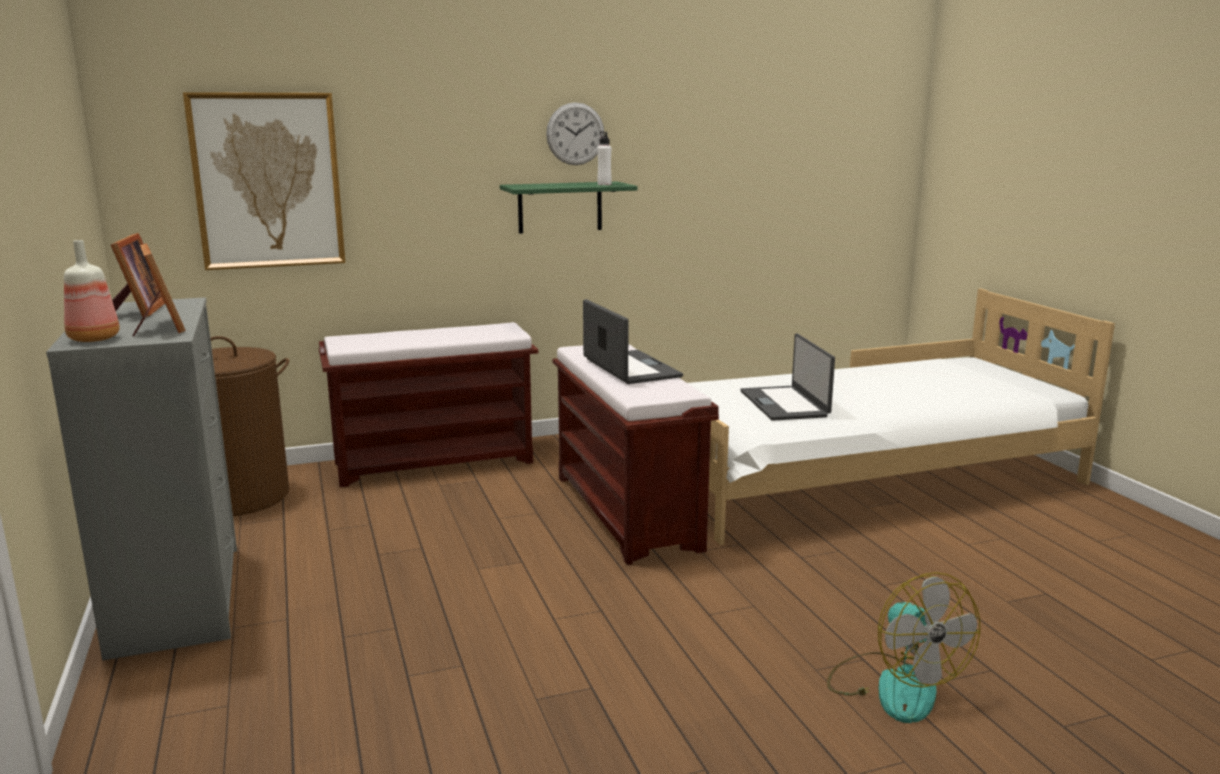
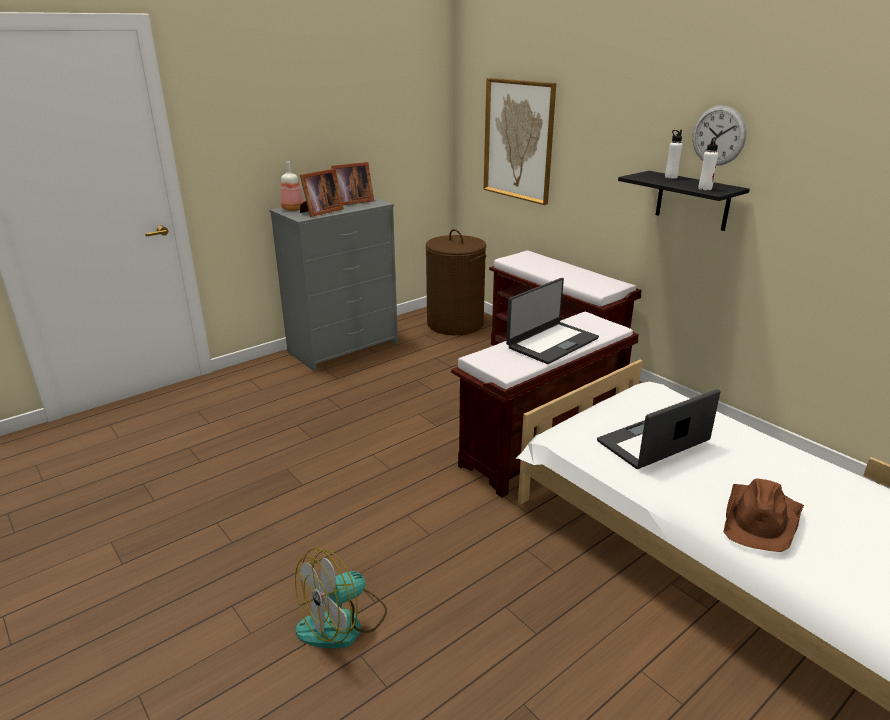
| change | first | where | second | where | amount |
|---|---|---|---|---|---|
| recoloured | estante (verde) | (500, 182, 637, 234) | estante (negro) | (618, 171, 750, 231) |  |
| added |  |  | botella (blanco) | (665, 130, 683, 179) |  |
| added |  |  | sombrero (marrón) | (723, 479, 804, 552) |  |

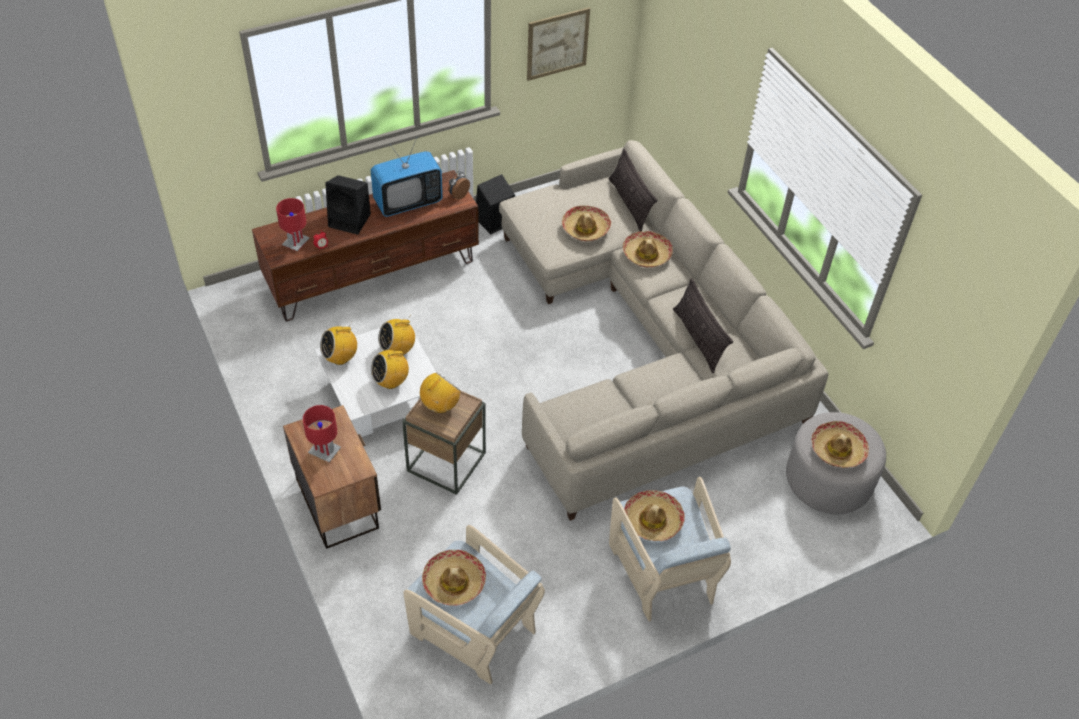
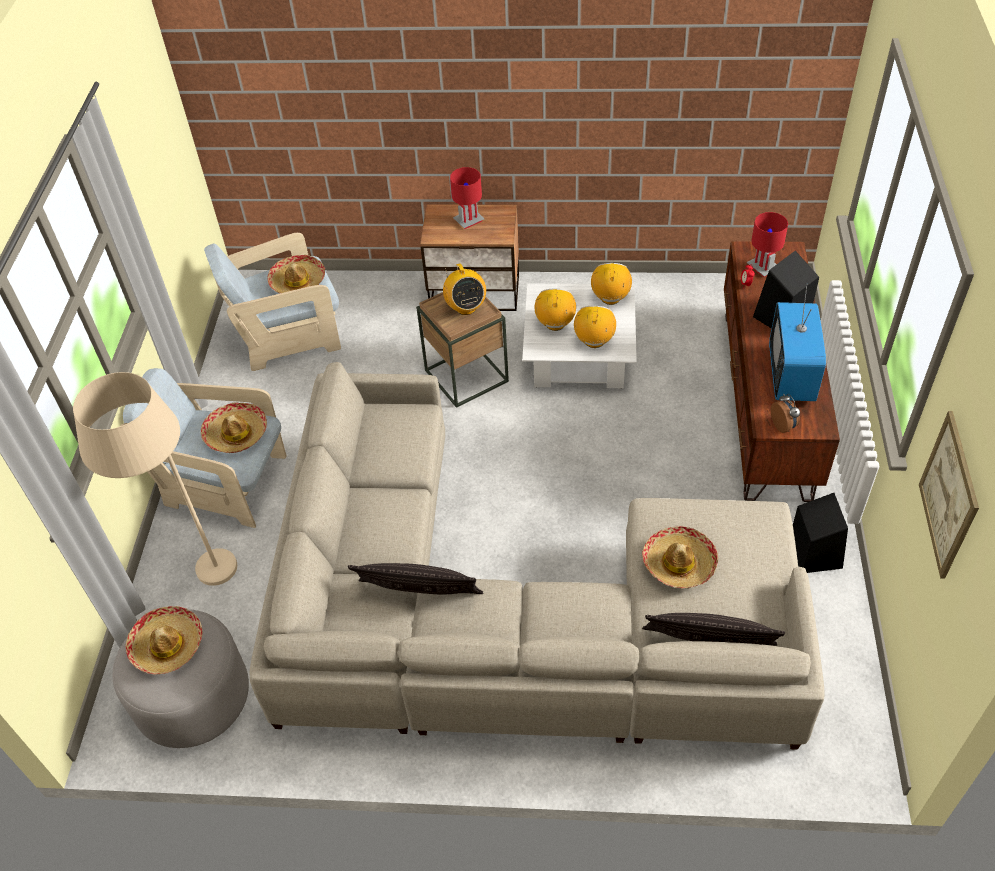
| change | first | where | second | where | amount |
|---|---|---|---|---|---|
| removed | sombrero | (623, 231, 673, 267) |  |  |  |
| added |  |  | lámpara de pie (beis) | (73, 372, 237, 586) |  |

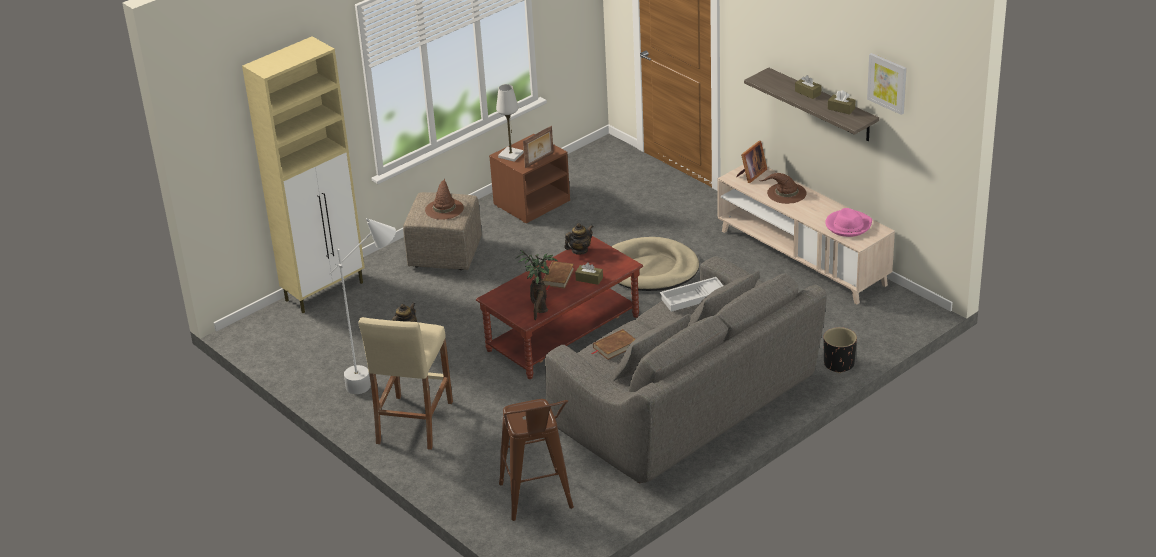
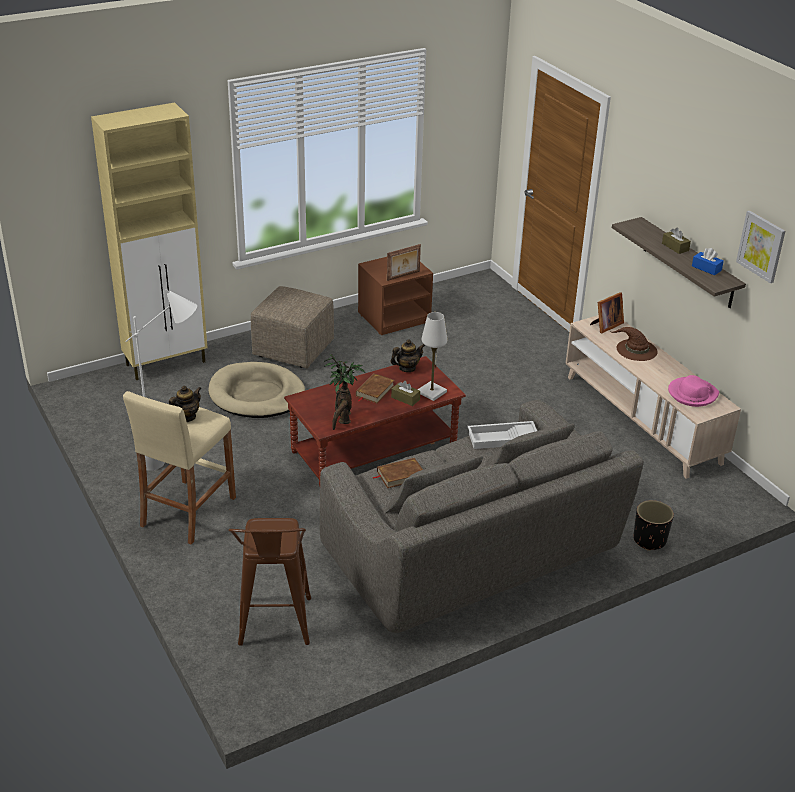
| change | first | where | second | where | amount |
|---|---|---|---|---|---|
| removed | sombrero (marrón) | (425, 178, 464, 220) |  |  |  |
| moved | lámpara de mesa (blanco) | (496, 84, 524, 162) |  | (417, 312, 447, 401) |  |
| moved | cama para perro (beis) | (612, 237, 699, 291) |  | (208, 362, 305, 418) |  |
| recoloured | caja de pañuelos (marrón) | (828, 90, 856, 114) | caja de pañuelos (azul) | (692, 248, 724, 275) |  |

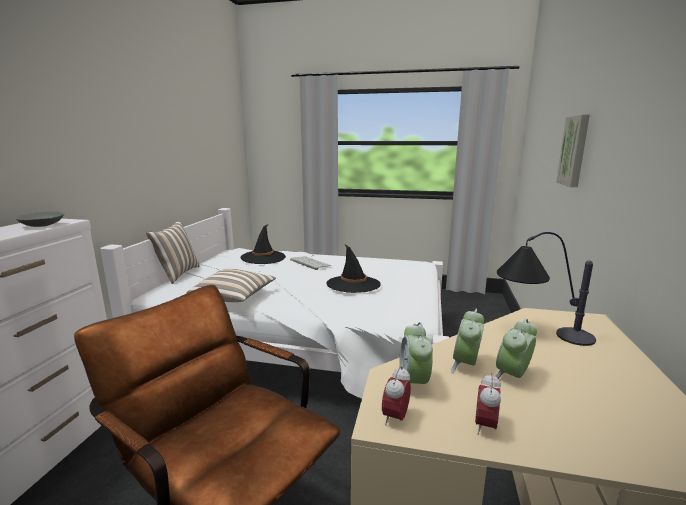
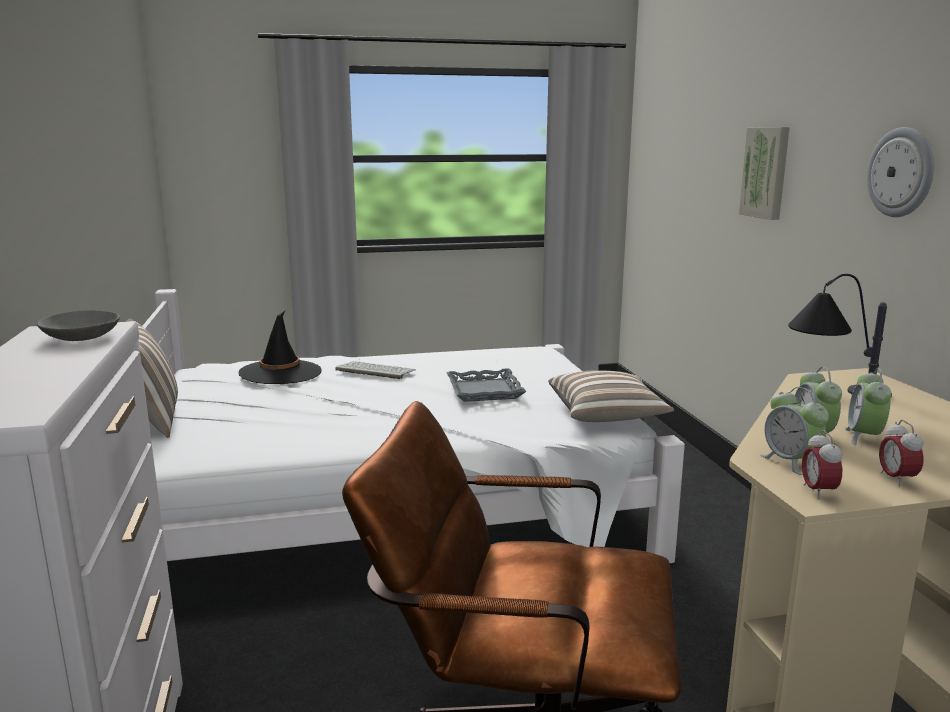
| change | first | where | second | where | amount |
|---|---|---|---|---|---|
| moved | cojín | (186, 269, 276, 302) |  | (548, 370, 674, 422) |  |
| replaced | sombrero (negro) | (326, 244, 381, 293) | bandeja (gris) | (447, 368, 526, 402) |  |
| added |  |  | reloj de pared | (867, 127, 934, 217) |  |

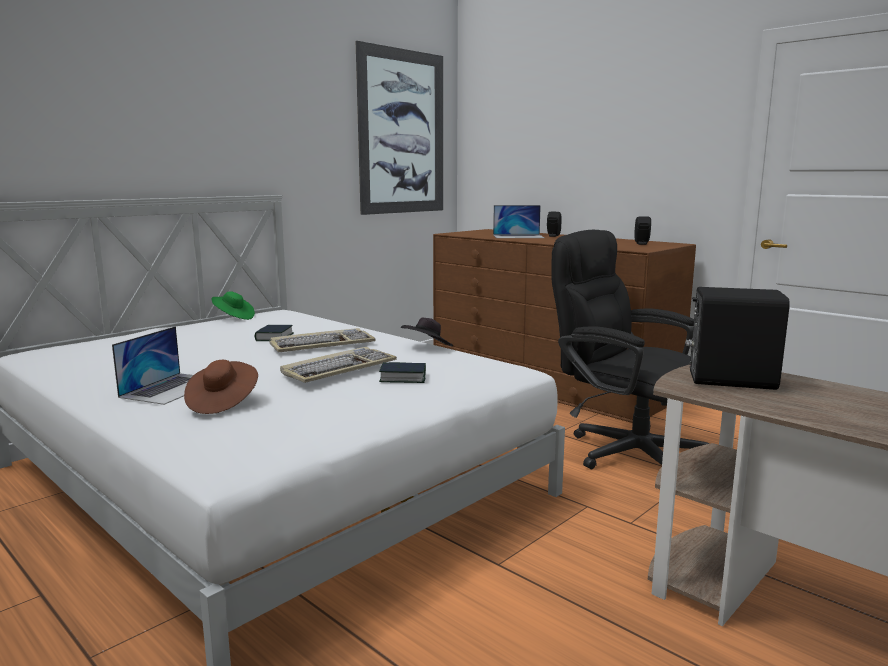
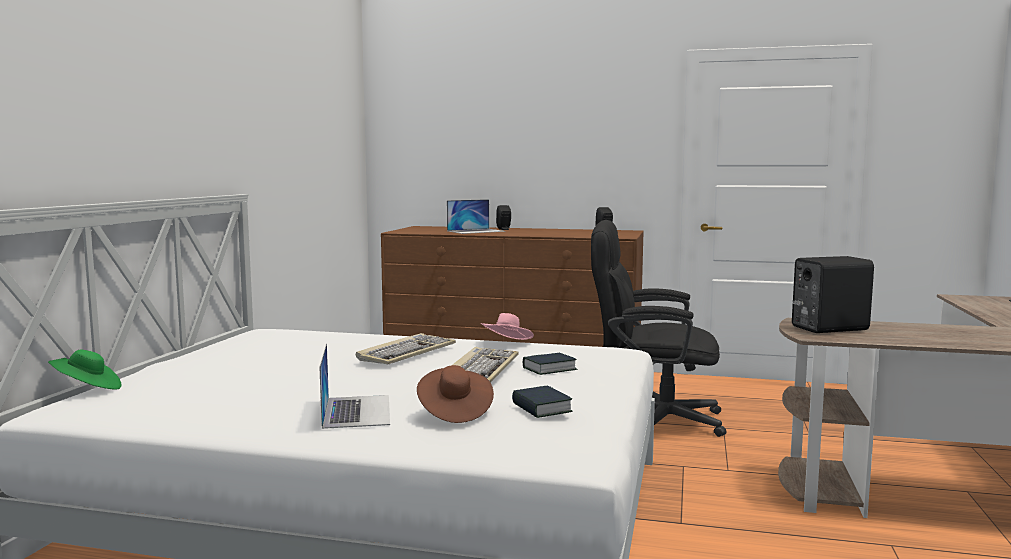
| change | first | where | second | where | amount |
|---|---|---|---|---|---|
| moved | sombrero (verde) | (212, 291, 255, 320) |  | (48, 350, 121, 390) |  |
| moved | libro | (255, 325, 294, 341) |  | (512, 386, 573, 418) |  |
| removed | cuadro | (356, 41, 443, 215) |  |  |  |
| recoloured | sombrero (negro) | (401, 317, 453, 346) | sombrero (rosa) | (481, 313, 534, 340) |  |

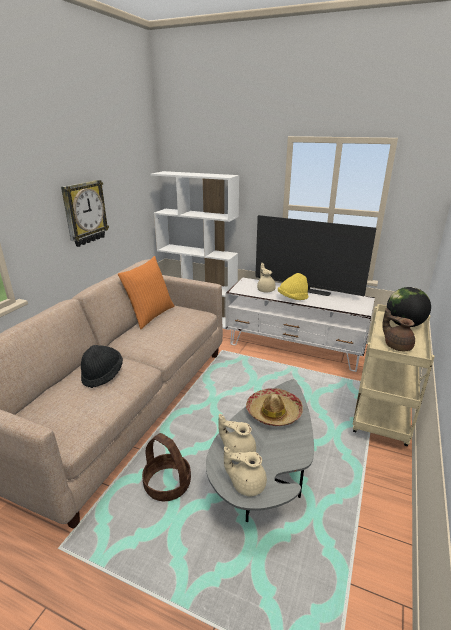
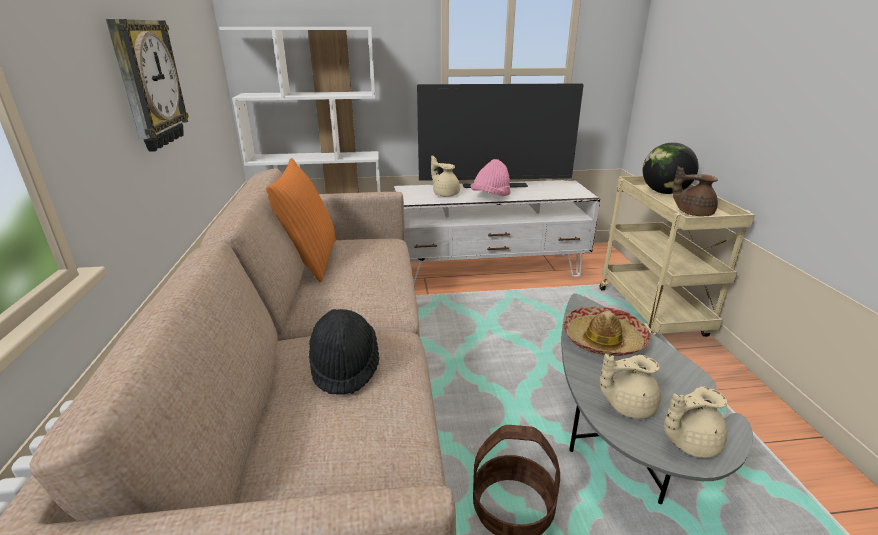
| change | first | where | second | where | amount |
|---|---|---|---|---|---|
| recoloured | sombrero (amarillo) | (278, 273, 308, 300) | sombrero (rosa) | (470, 159, 511, 196) |  |

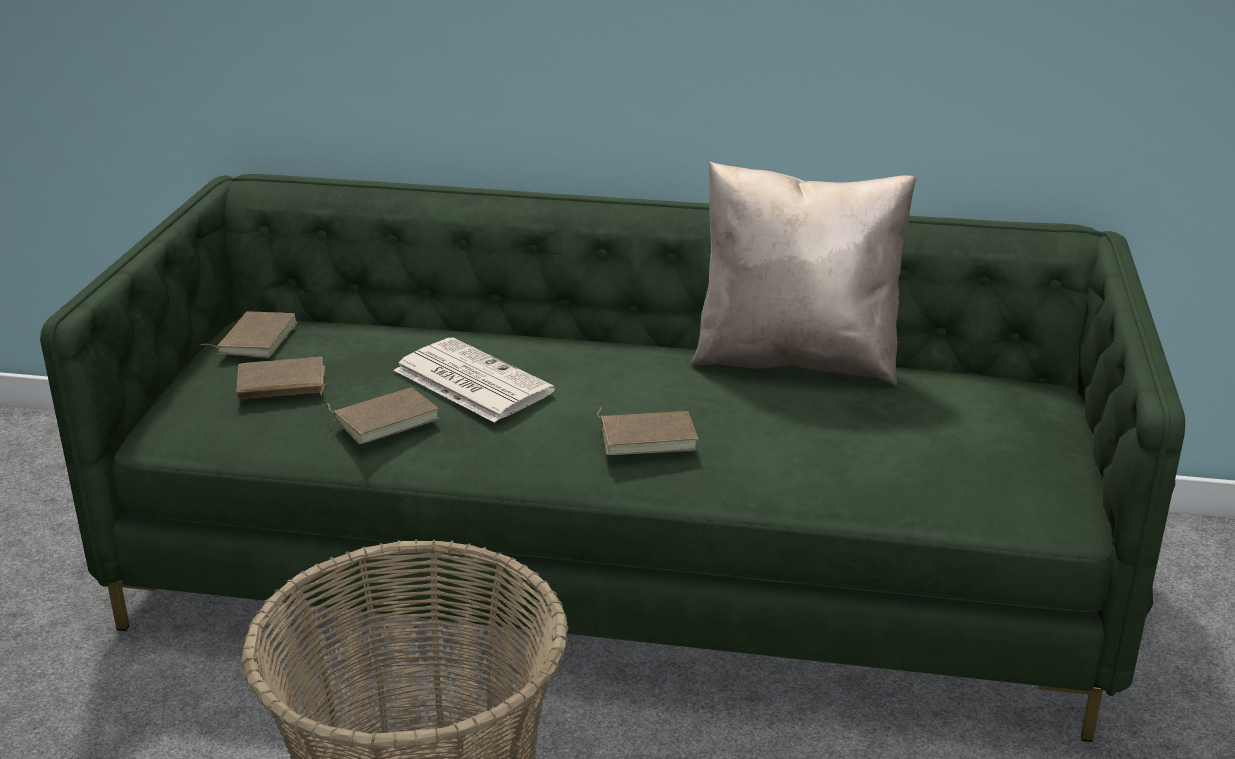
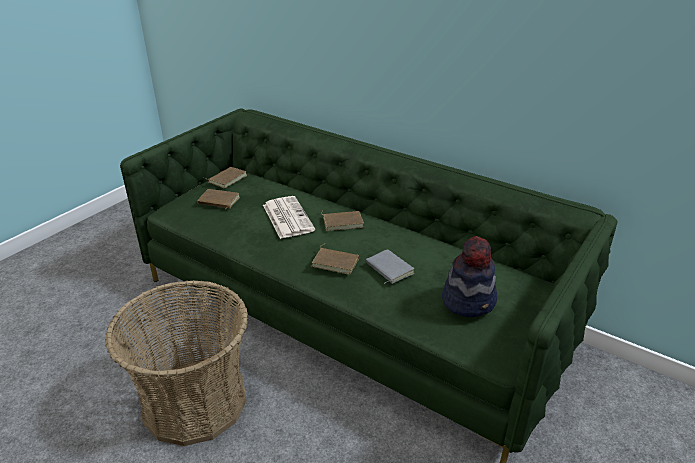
| change | first | where | second | where | amount |
|---|---|---|---|---|---|
| moved | libro (marrón) | (327, 387, 439, 444) |  | (321, 210, 364, 231) |  |
| removed | cojín (beis) | (690, 162, 916, 385) |  |  |  |
| added |  |  | libro (gris) | (366, 249, 414, 284) |  |
| added |  |  | sombrero | (442, 236, 497, 317) |  |

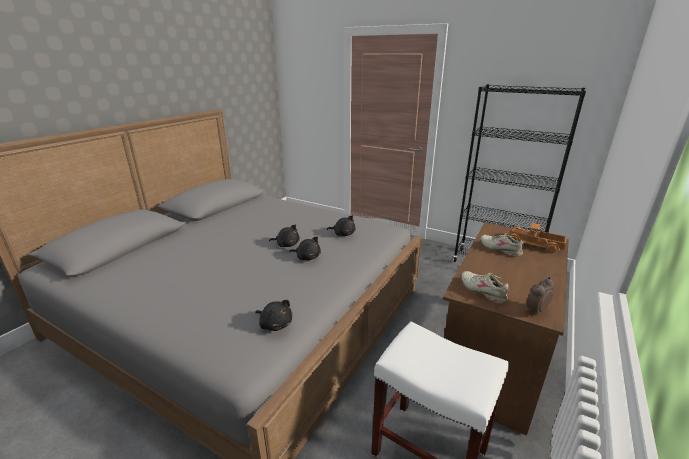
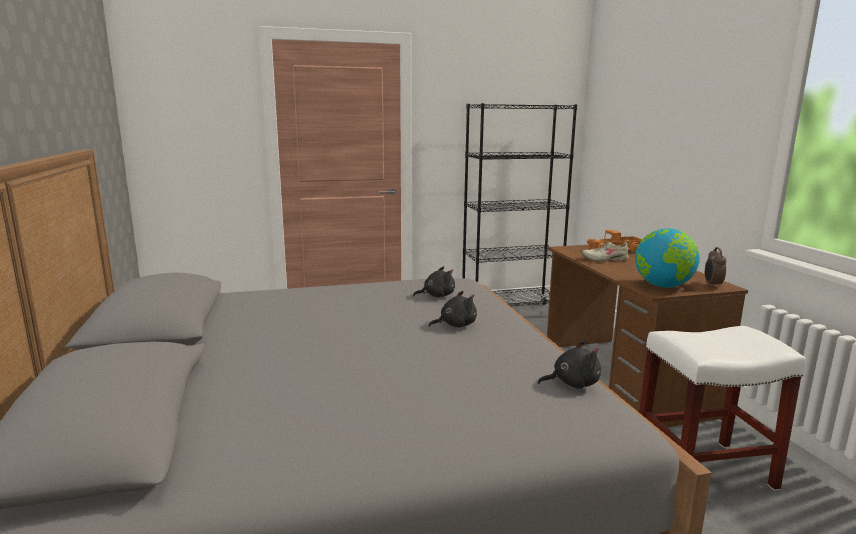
| change | first | where | second | where | amount |
|---|---|---|---|---|---|
| removed | peluche (negro) | (269, 224, 300, 247) |  |  |  |
| replaced | zapato (beis) | (461, 271, 508, 304) | globo terráqueo | (635, 228, 700, 288) |  |

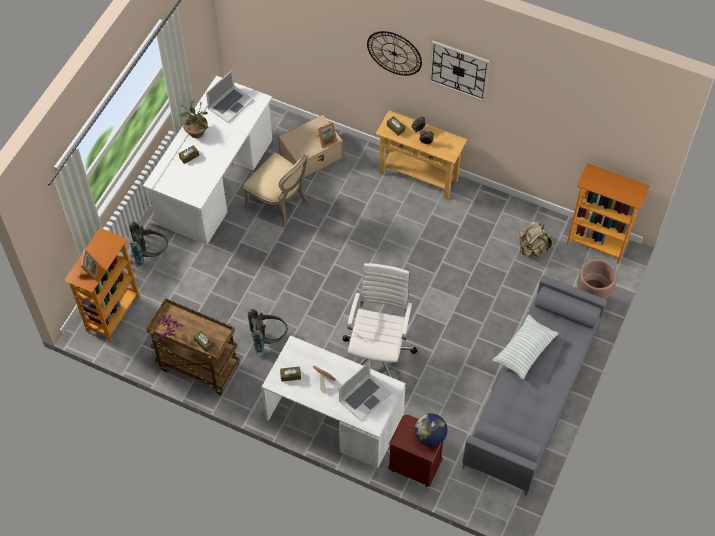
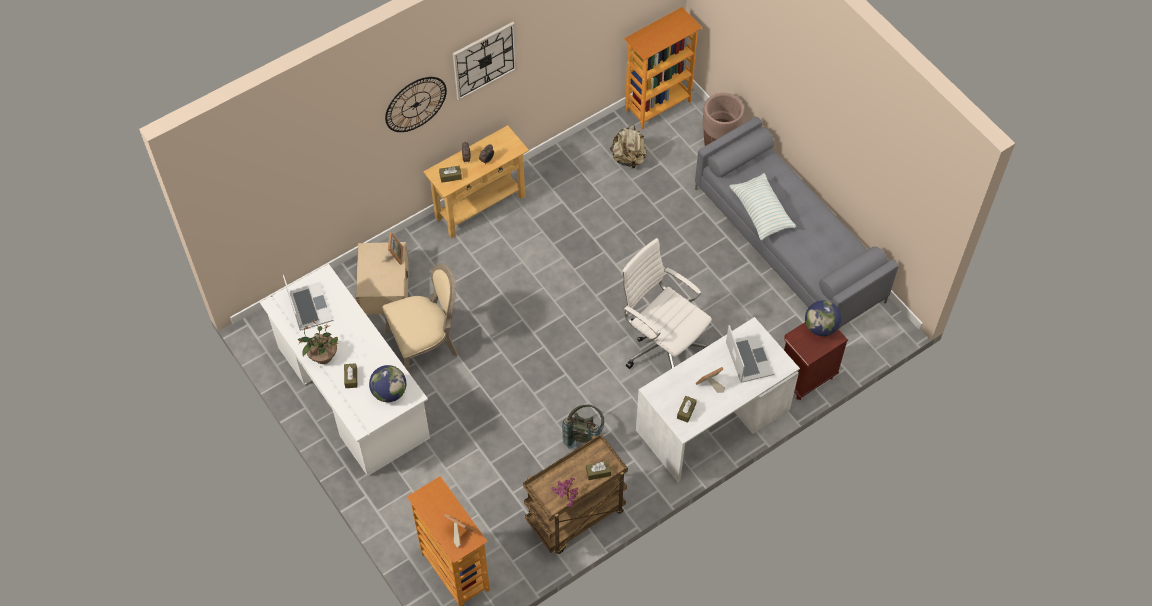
| change | first | where | second | where | amount |
|---|---|---|---|---|---|
| removed | mochila (gris) | (129, 222, 168, 268) |  |  |  |
| added |  |  | globo terráqueo | (369, 365, 406, 402) |  |

